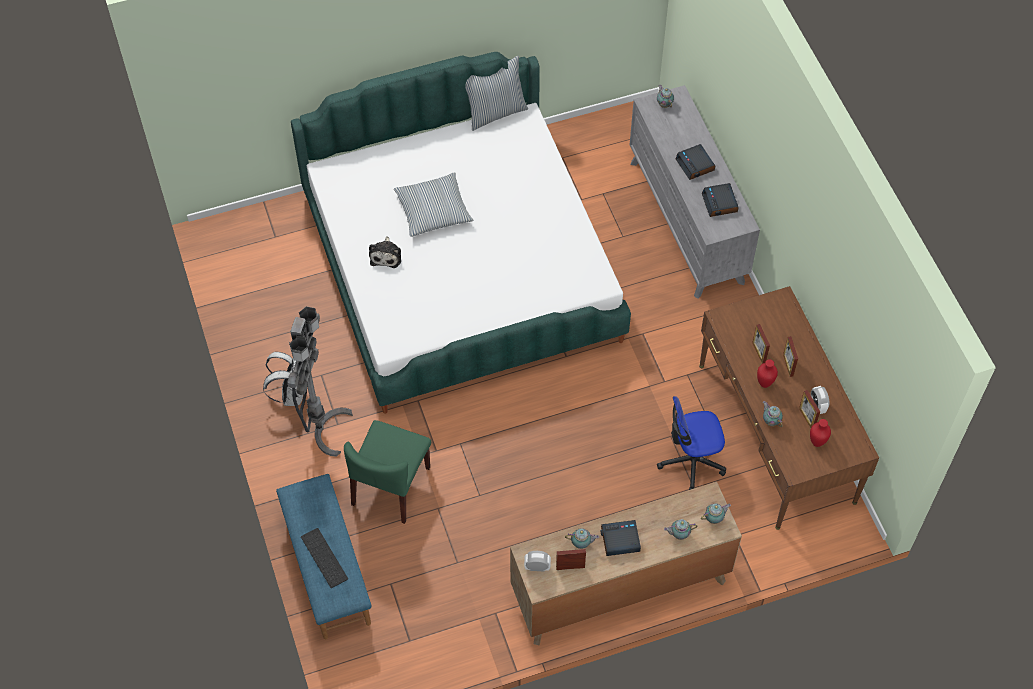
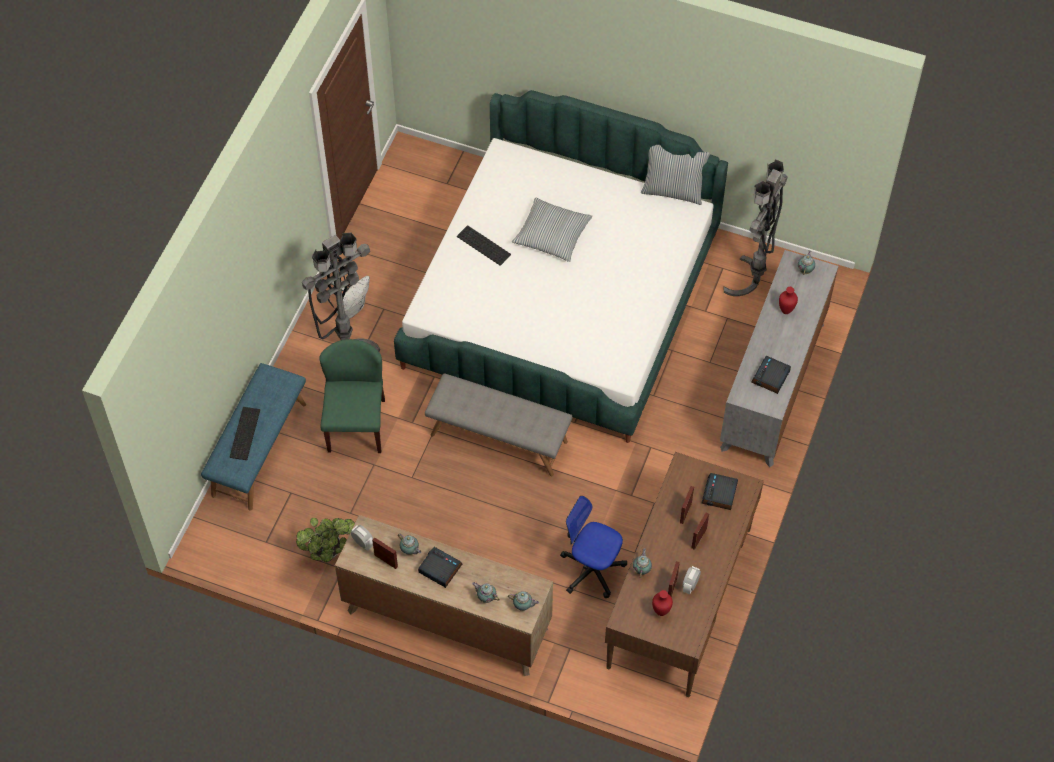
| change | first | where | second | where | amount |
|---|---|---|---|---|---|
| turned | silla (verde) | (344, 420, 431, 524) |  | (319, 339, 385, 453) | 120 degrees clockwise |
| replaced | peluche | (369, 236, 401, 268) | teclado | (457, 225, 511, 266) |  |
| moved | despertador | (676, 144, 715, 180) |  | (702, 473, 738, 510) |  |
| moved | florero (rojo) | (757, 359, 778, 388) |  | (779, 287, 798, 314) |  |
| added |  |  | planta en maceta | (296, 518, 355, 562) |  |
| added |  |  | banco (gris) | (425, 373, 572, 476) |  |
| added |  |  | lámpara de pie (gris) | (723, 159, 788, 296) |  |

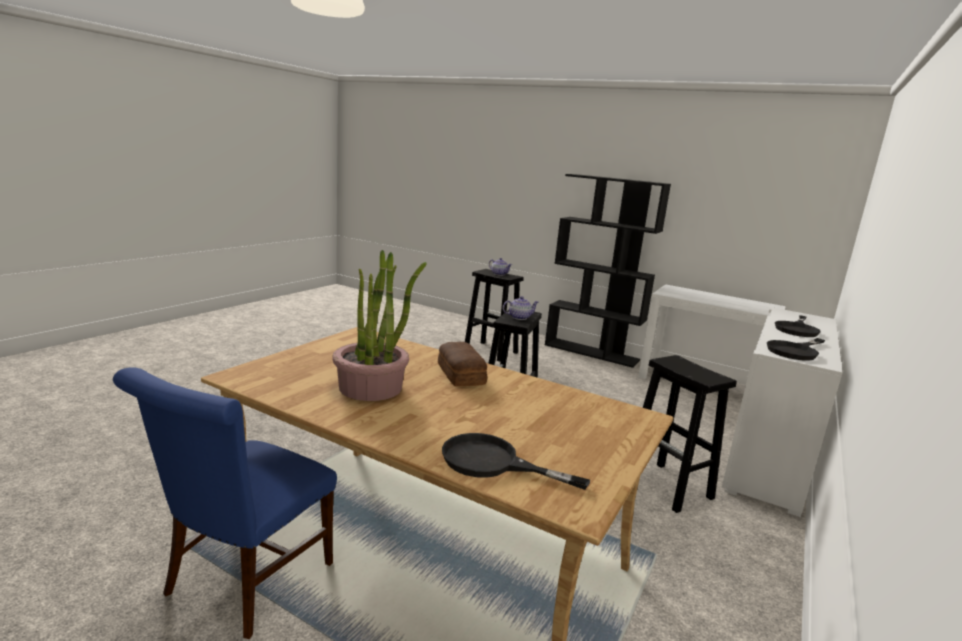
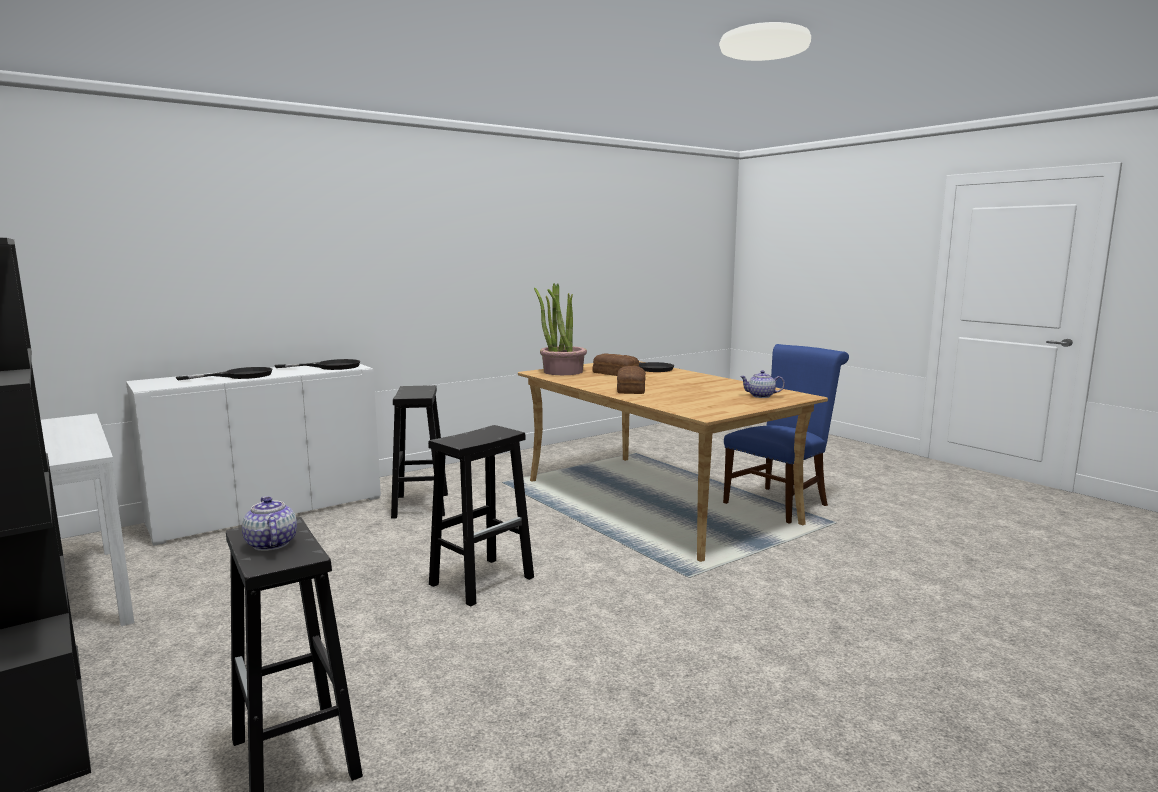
| change | first | where | second | where | amount |
|---|---|---|---|---|---|
| moved | planta en maceta | (332, 250, 427, 401) |  | (534, 283, 587, 375) |  |
| moved | tetera | (503, 296, 539, 320) |  | (740, 370, 785, 398) |  |
| added |  |  | pan | (593, 354, 639, 376) |  |

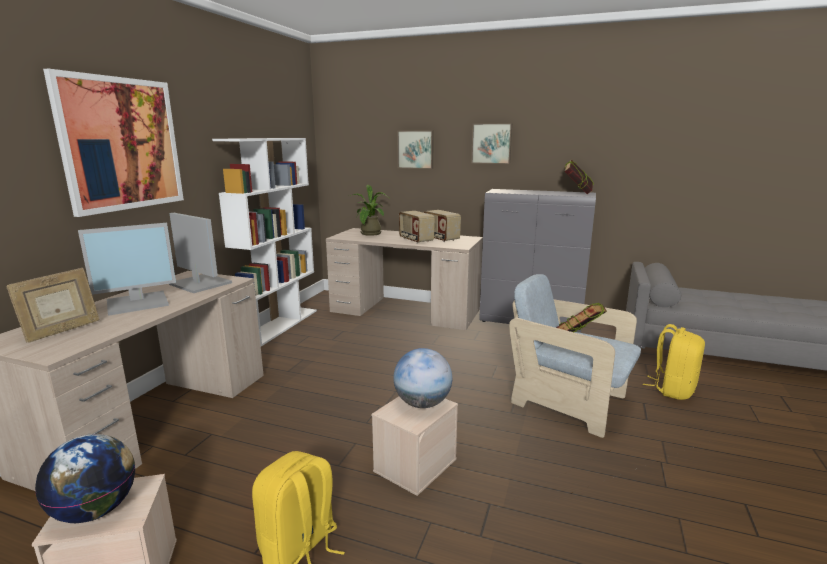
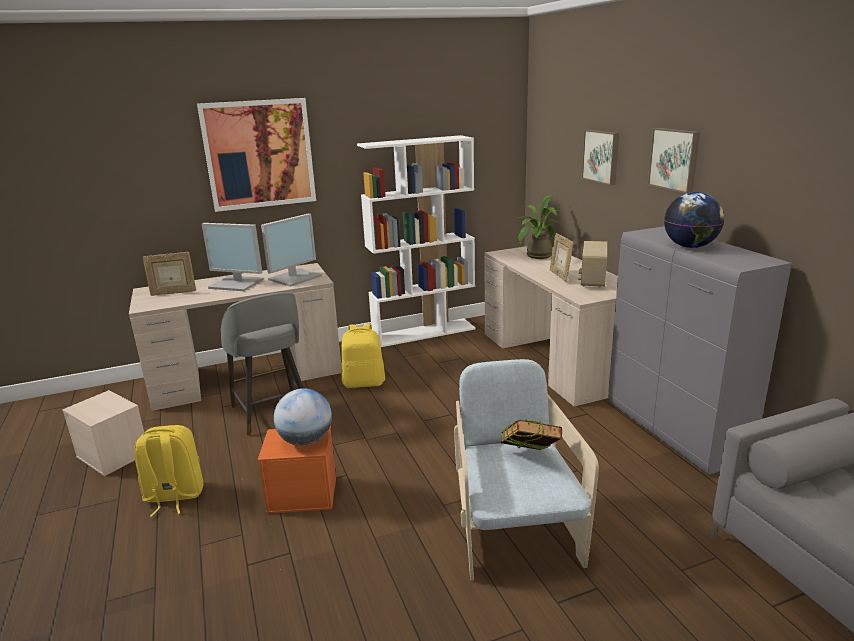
| change | first | where | second | where | amount |
|---|---|---|---|---|---|
| moved | globo terráqueo | (35, 434, 135, 523) |  | (664, 192, 724, 248) |  |
| turned | monitor | (169, 213, 232, 293) |  | (261, 213, 322, 287) | 45 degrees clockwise |
| recoloured | caja de almacenaje (beis) | (371, 396, 458, 496) | caja de almacenaje (naranja) | (258, 426, 336, 514) |  |
| replaced | radio | (399, 211, 435, 244) | portarretratos | (550, 233, 573, 282) |  |
| removed | libro | (565, 160, 594, 194) |  |  |  |
| moved | mochila (amarillo) | (643, 324, 705, 400) |  | (341, 324, 385, 388) |  |
| added |  |  | taburete (gris) | (221, 292, 303, 436) |  |

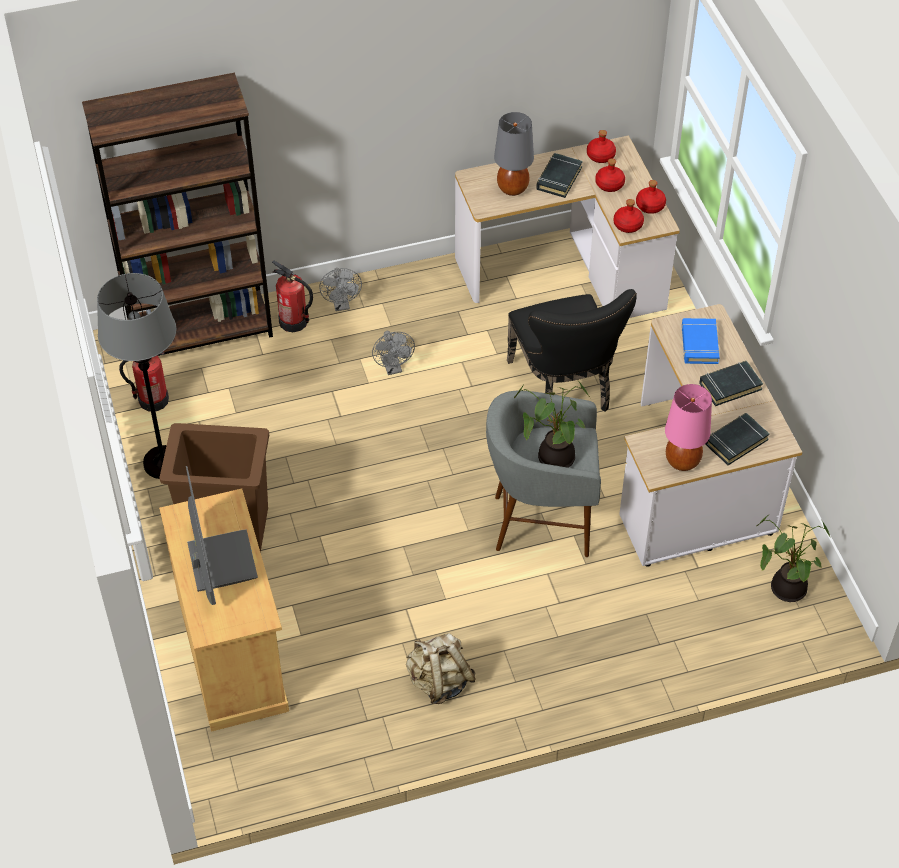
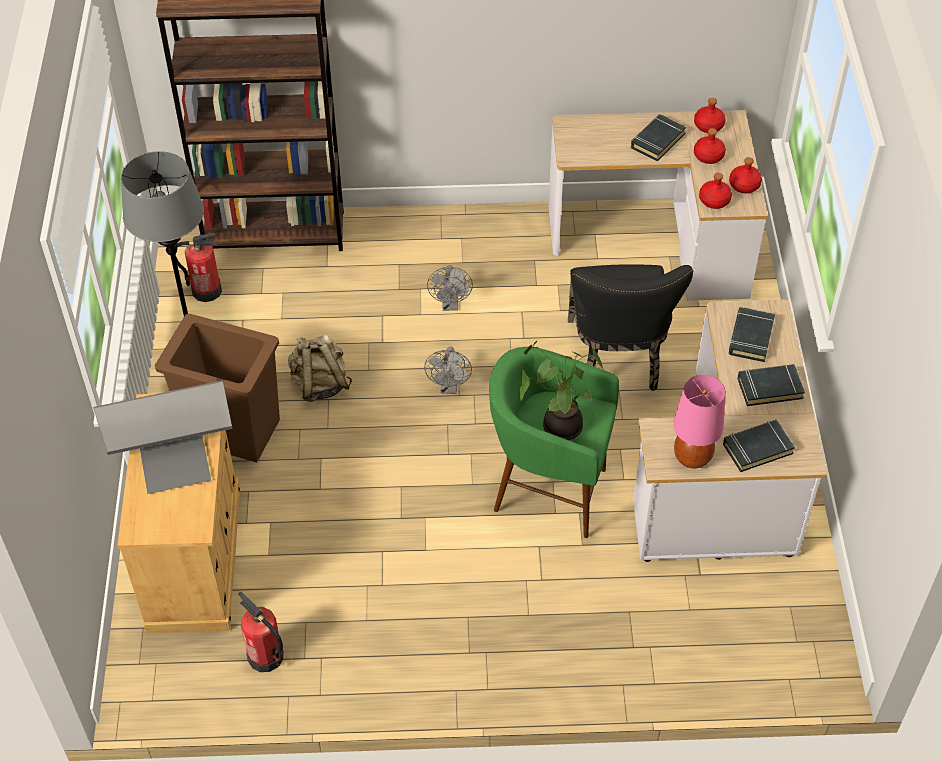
| change | first | where | second | where | amount |
|---|---|---|---|---|---|
| turned | monitor | (186, 466, 258, 605) |  | (93, 380, 233, 494) | 75 degrees clockwise |
| moved | extintor | (272, 260, 313, 332) |  | (238, 591, 283, 672) |  |
| moved | ventilador (gris) | (319, 268, 362, 311) |  | (424, 347, 472, 394) |  |
| moved | mochila (beis) | (406, 633, 476, 704) |  | (288, 334, 352, 402) |  |
| recoloured | taburete (gris) | (486, 391, 601, 557) | taburete (verde) | (489, 347, 619, 538) |  |
| removed | lámpara de mesa (gris) | (494, 112, 534, 196) |  |  |  |
| recoloured | libro (azul) | (681, 318, 720, 364) | libro (negro) | (729, 307, 775, 362) |  |
| removed | planta en maceta | (757, 515, 832, 602) |  |  |  |

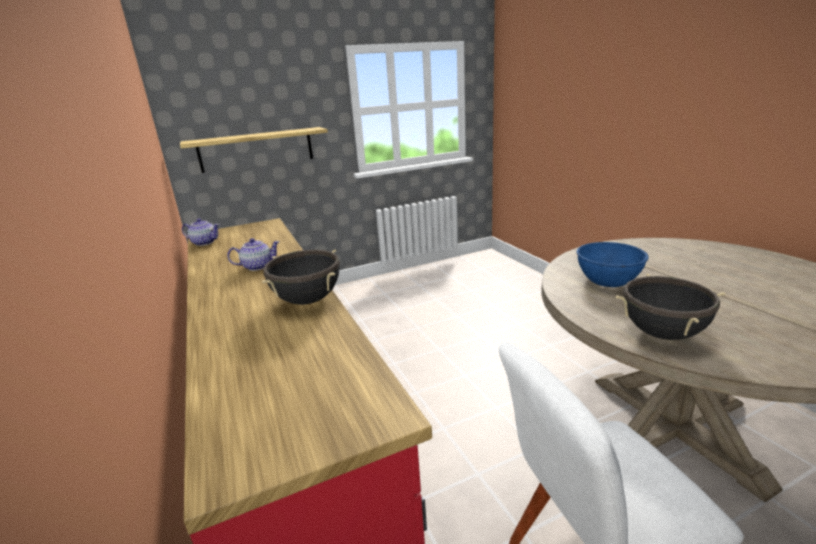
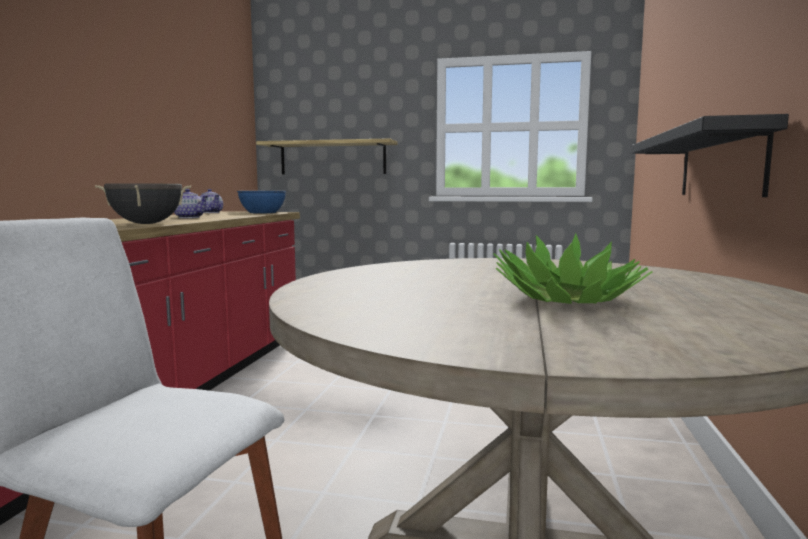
| change | first | where | second | where | amount |
|---|---|---|---|---|---|
| moved | cuenco (azul) | (577, 242, 649, 287) |  | (237, 191, 286, 213) |  |
| removed | olla (negro) | (616, 274, 725, 340) |  |  |  |
| added |  |  | planta en maceta | (493, 233, 652, 304) |  |
| added |  |  | estante (negro) | (632, 114, 789, 197) |  |

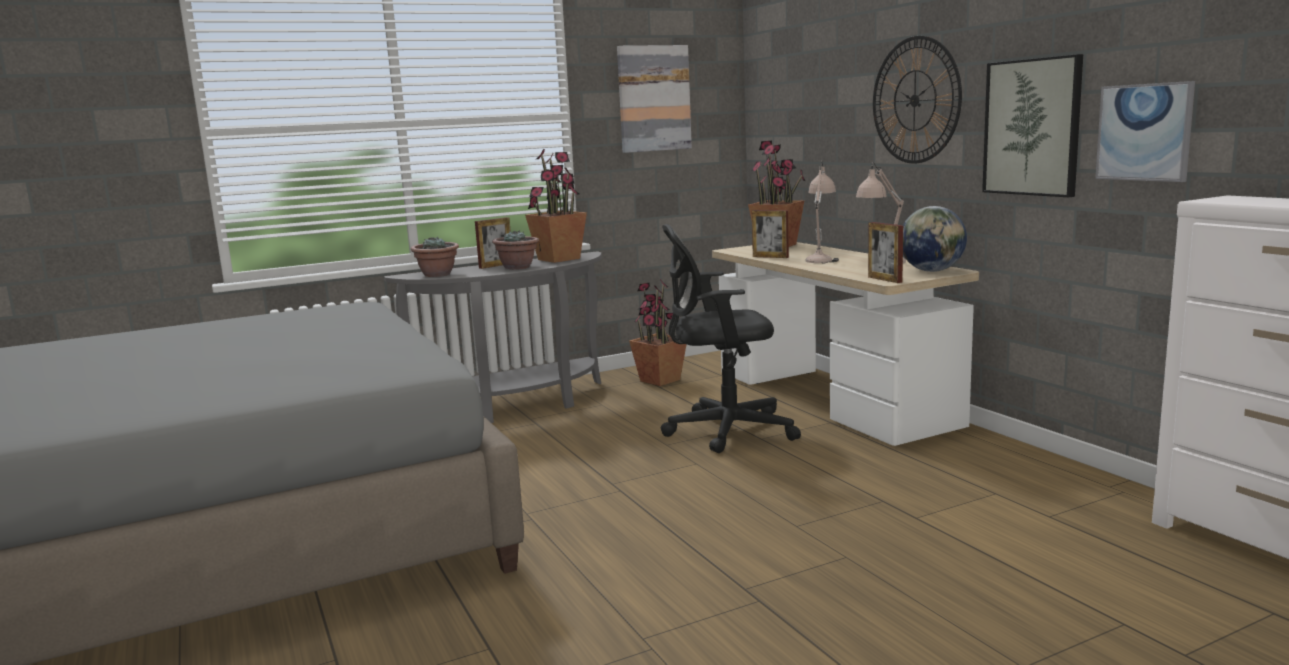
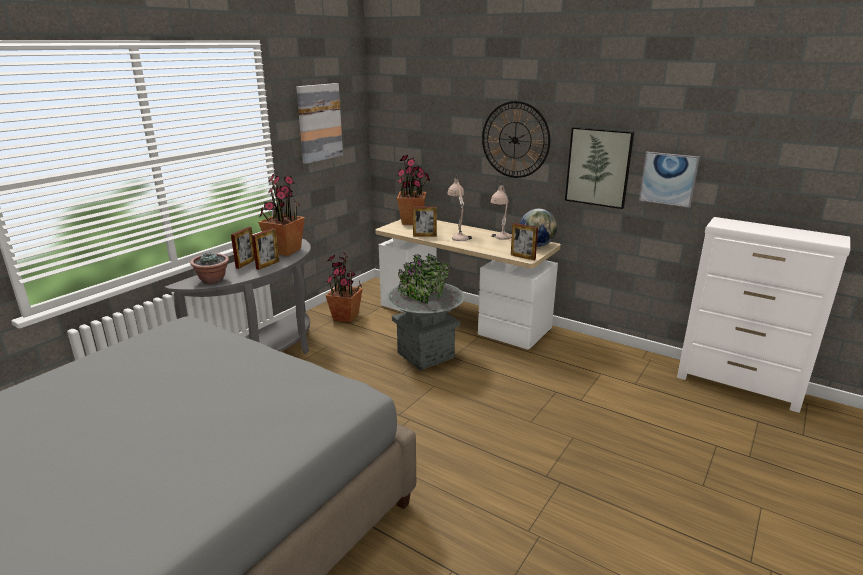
| change | first | where | second | where | amount |
|---|---|---|---|---|---|
| replaced | planta en maceta | (492, 230, 539, 270) | portarretratos | (252, 228, 279, 270) |  |
| replaced | silla de oficina (negro) | (661, 224, 801, 453) | maceta (gris) | (386, 253, 465, 370) |  |

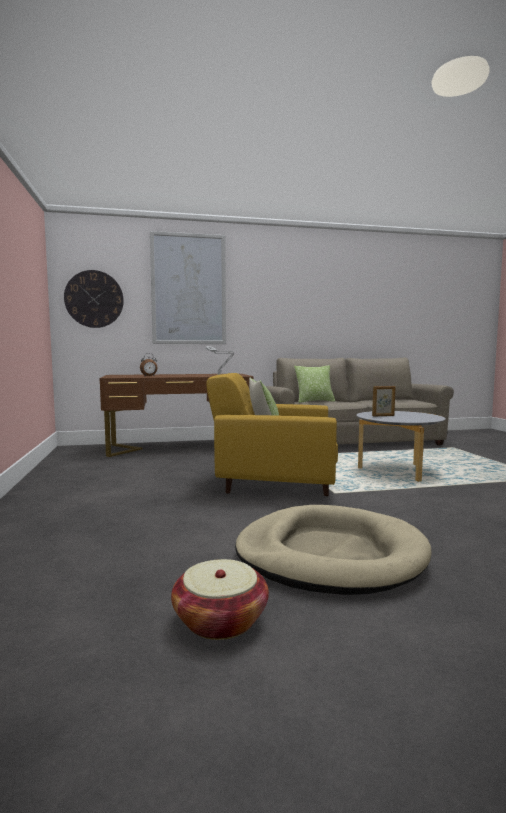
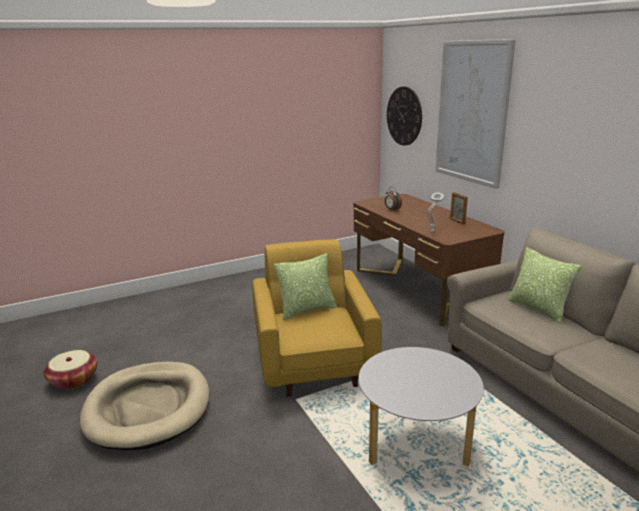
| change | first | where | second | where | amount |
|---|---|---|---|---|---|
| moved | portarretratos | (372, 386, 395, 416) |  | (450, 192, 468, 224) |  |

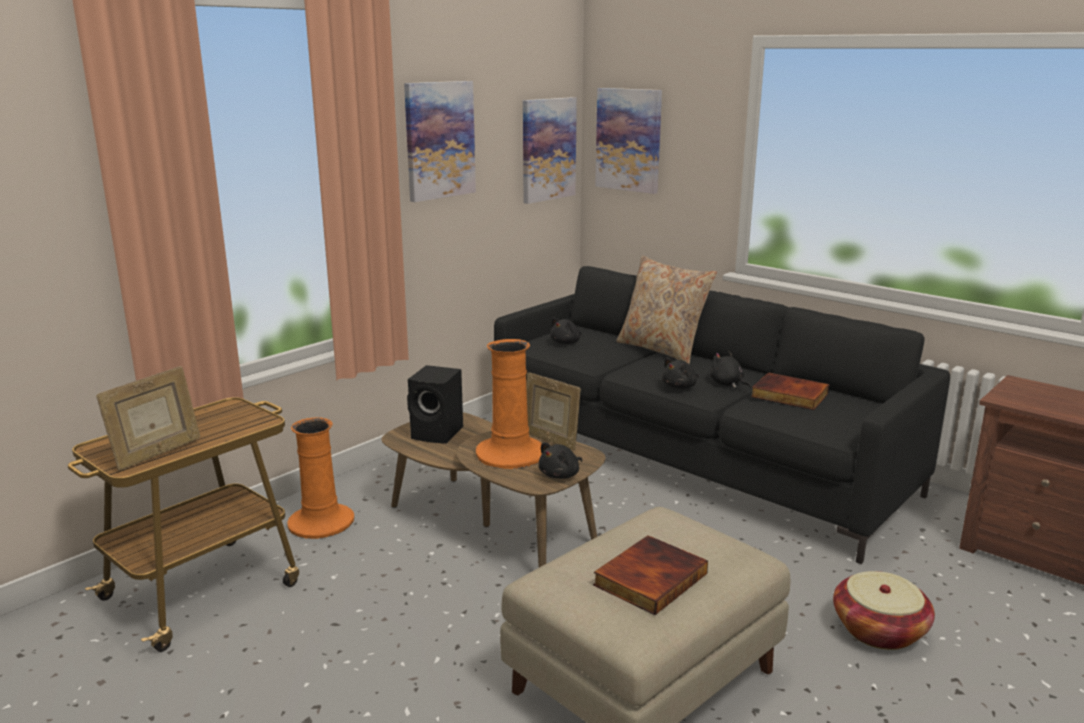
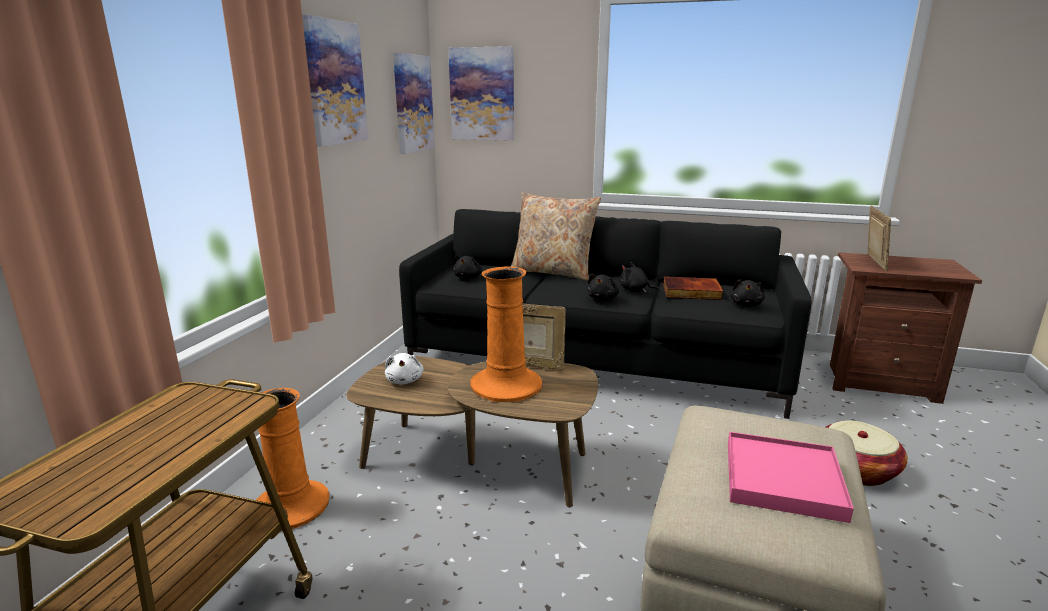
| change | first | where | second | where | amount |
|---|---|---|---|---|---|
| moved | portarretratos | (96, 366, 200, 470) |  | (868, 206, 891, 271) |  |
| replaced | altavoz (negro) | (407, 365, 463, 444) | peluche (blanco) | (385, 353, 424, 385) |  |
| moved | peluche (negro) | (538, 442, 582, 479) |  | (730, 279, 765, 306) |  |
| replaced | libro | (593, 535, 708, 615) | bandeja (rosa) | (728, 432, 854, 523) |  |

